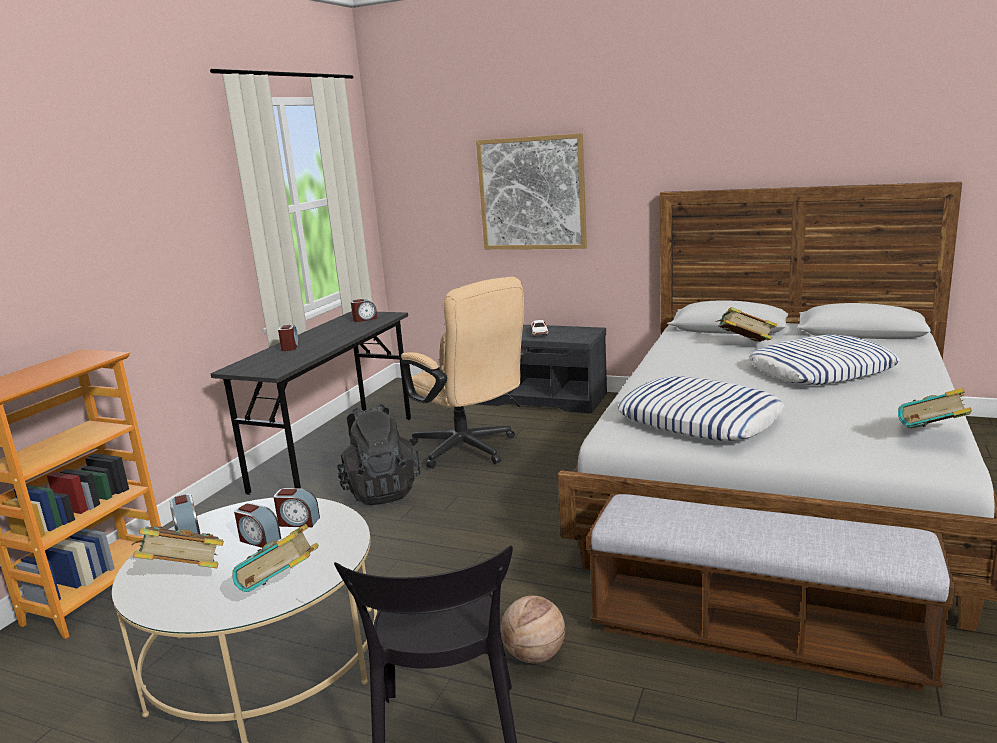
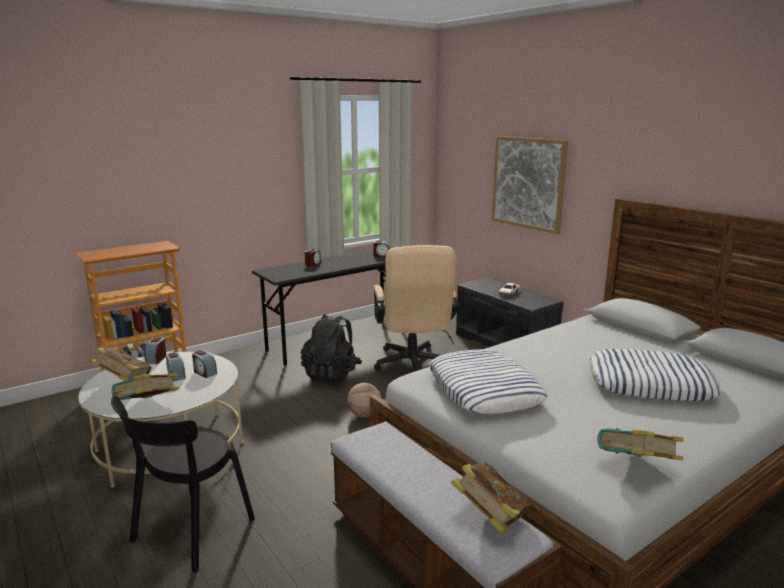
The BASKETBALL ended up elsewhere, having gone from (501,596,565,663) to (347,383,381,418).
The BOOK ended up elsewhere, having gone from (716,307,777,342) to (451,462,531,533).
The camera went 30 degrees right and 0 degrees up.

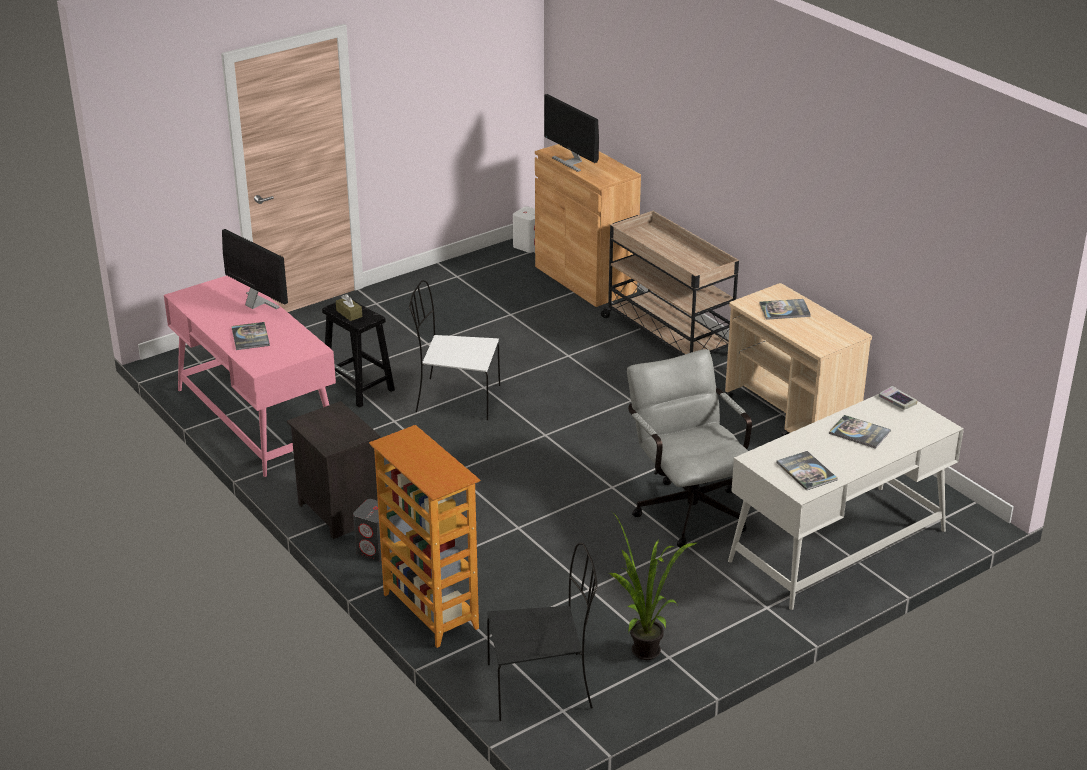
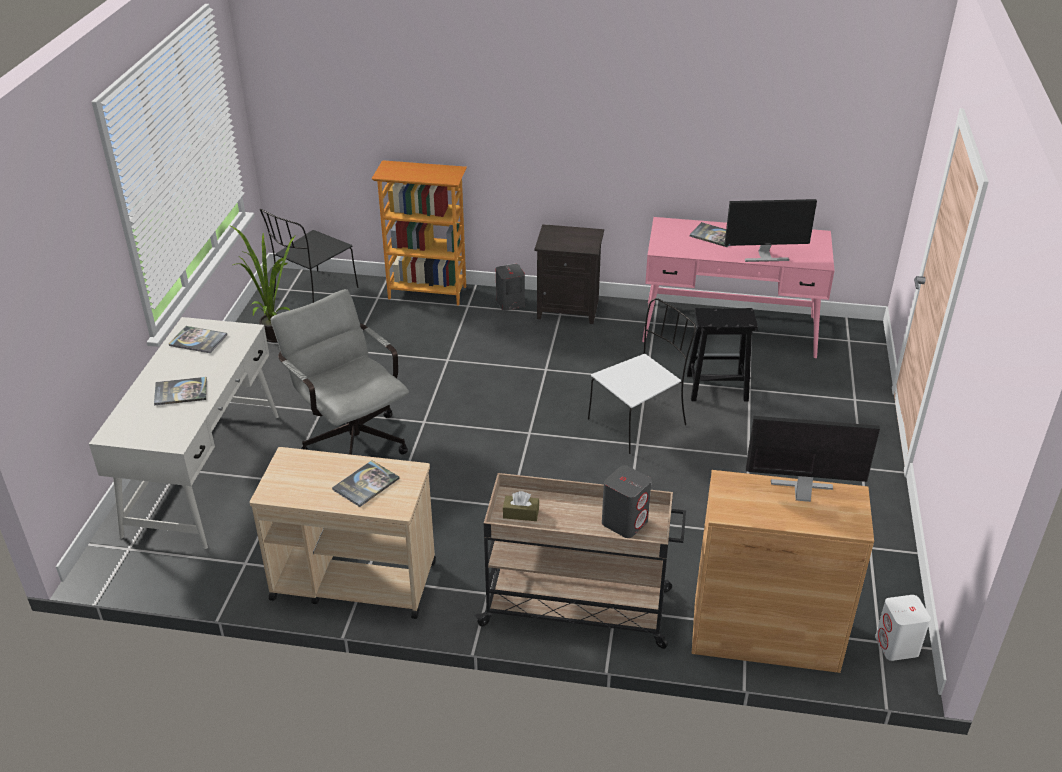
The second view lost the BOOK at (879,386,918,410).
The second view gained the GREY SPEAKER at (602,465,651,538).
The BROWN TISSUE BOX ended up elsewhere, having gone from (336,294,362,321) to (503,491,539,521).
The GREY OFFICE CHAIR at (627,349,752,548) ended up facing another way, 150 degrees counterclockwise from before.
The camera went 135 degrees right and 5 degrees up.

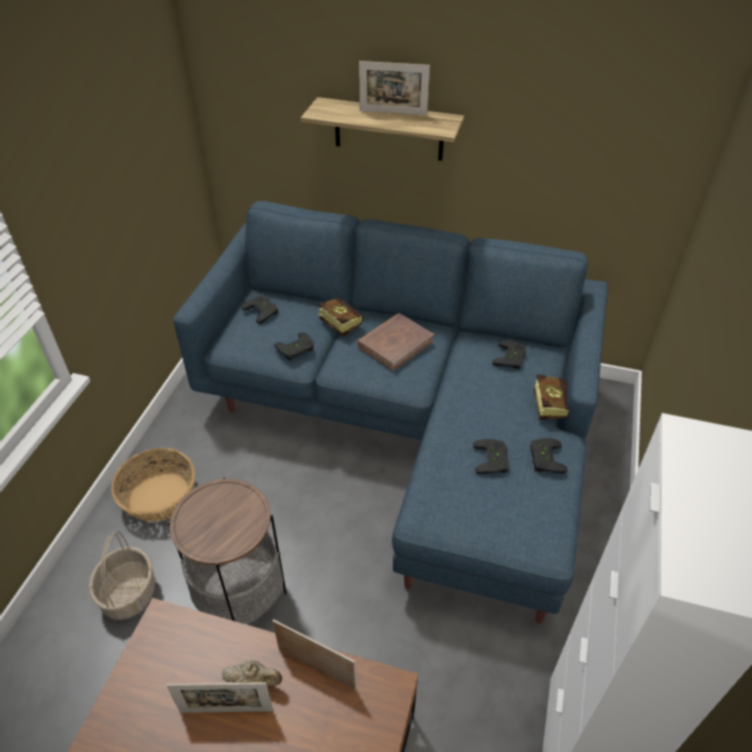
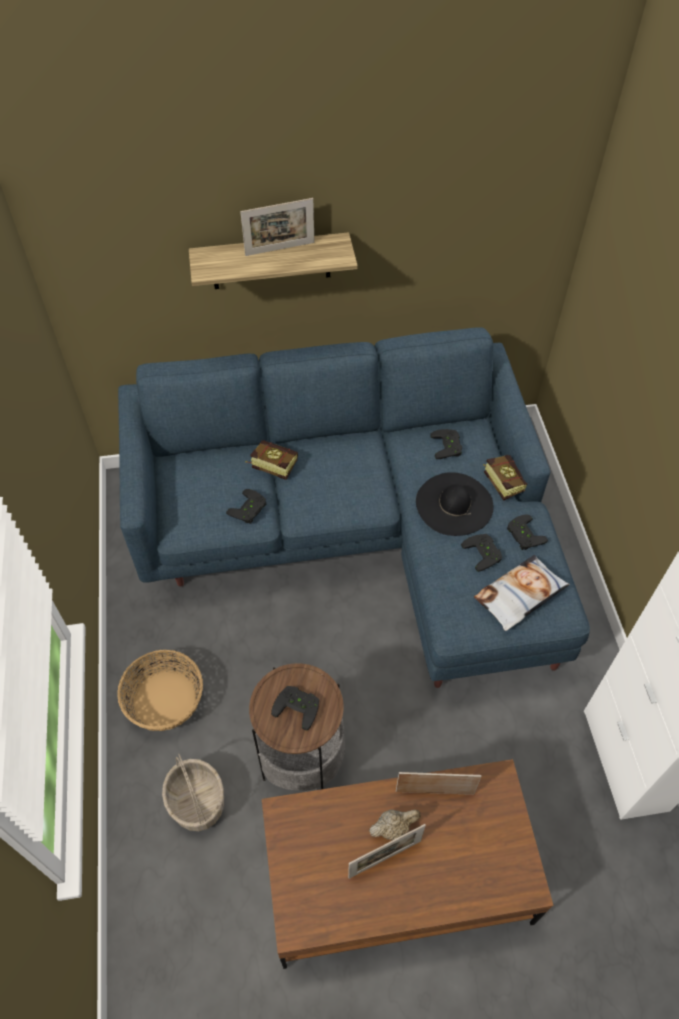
The second view lost the BROWN BOOK at (357,314,434,371).
The second view gained the BLACK HAT at (416,472,494,536).
The second view gained the PILLOW at (474,555,570,631).
The BLACK GAME CONTROLLER ended up elsewhere, having gone from (241,295,278,324) to (271,686,319,731).
The camera went 25 degrees left and 10 degrees up.

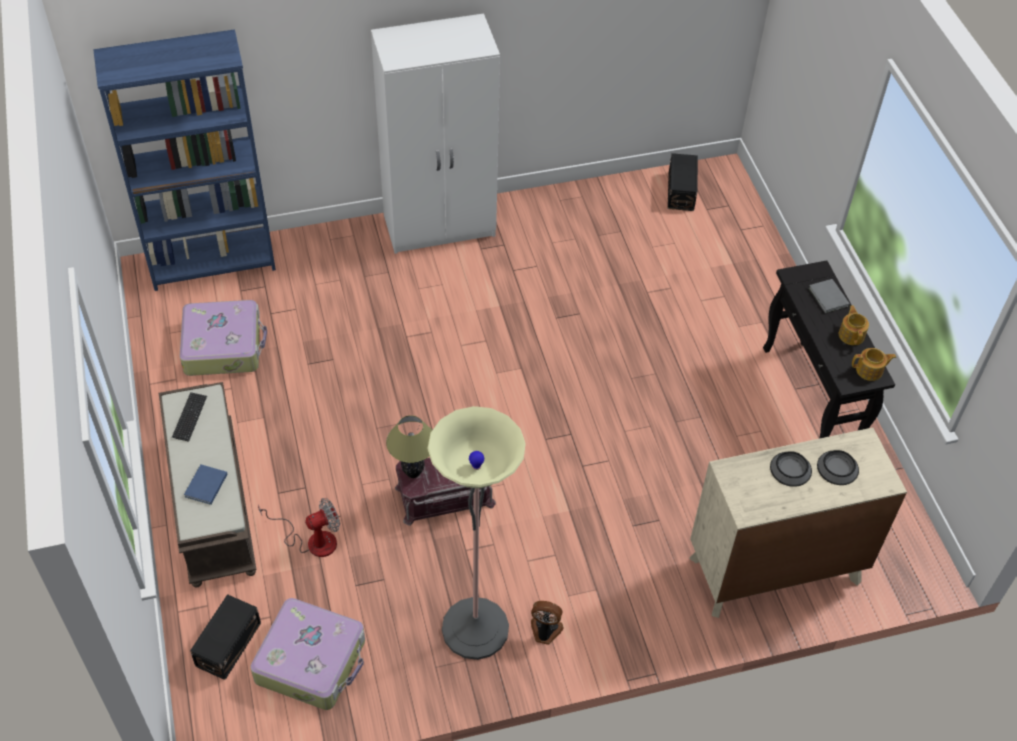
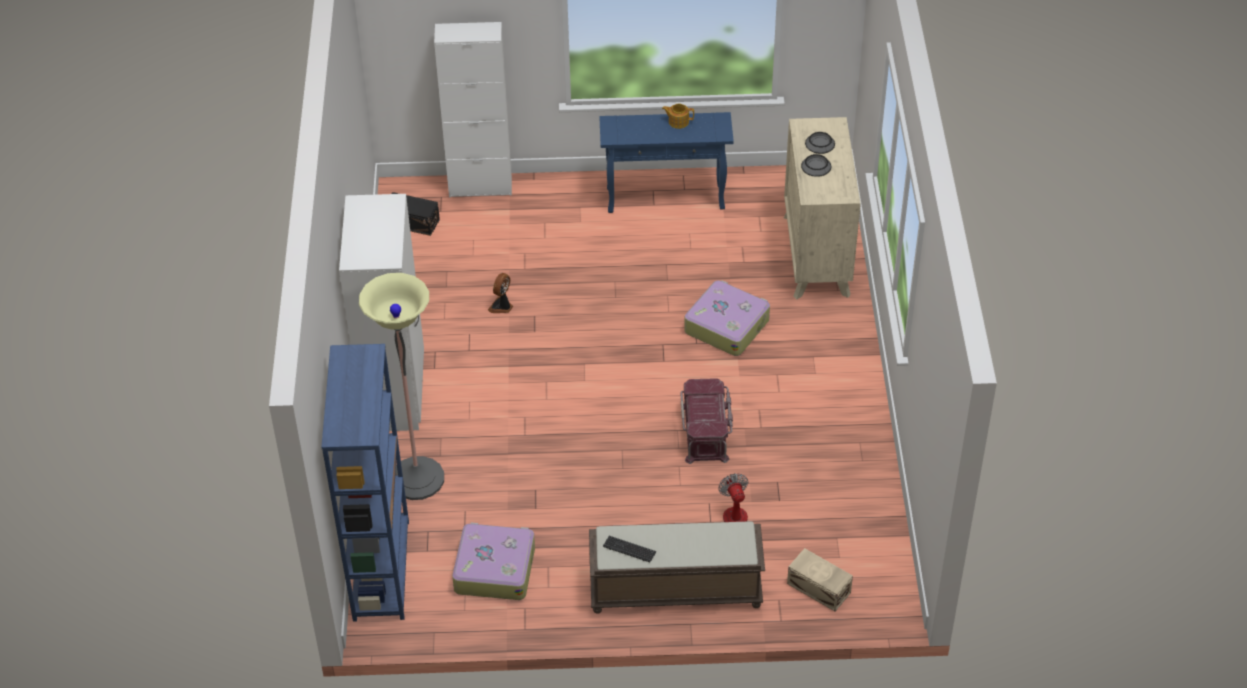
The second view lost the BLUE BOOK at (184,464,227,505).
The second view lost the TABLE LAMP at (386,415,432,478).
The second view lost the GREY BOOK at (808,279,850,313).
The second view lost the TEAPOT at (852,348,896,381).
The second view gained the WHITE CABINET at (434,22,512,197).
The SUITCASE ended up elsewhere, having gone from (250,598,365,710) to (684,280,770,356).
The FLOOR LAMP ended up elsewhere, having gone from (427,406,526,660) to (359,273,444,500).
The FAN ended up elsewhere, having gone from (531,601,564,645) to (488,273,513,313).
What was the BLACK STORAGE BOX at (190,594,261,680) turned into the BEIGE STORAGE BOX at (787,548,853,611).
What was the BLACK CONSOLE TABLE at (763,261,895,439) turned into the BLUE CONSOLE TABLE at (599,112,734,213).
The camera went 75 degrees left and 5 degrees down.

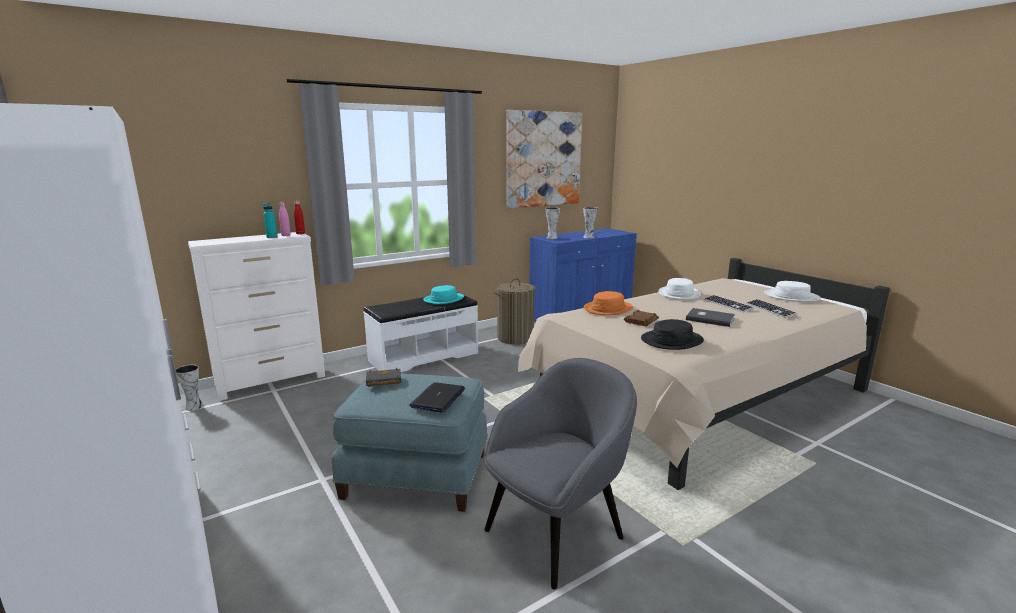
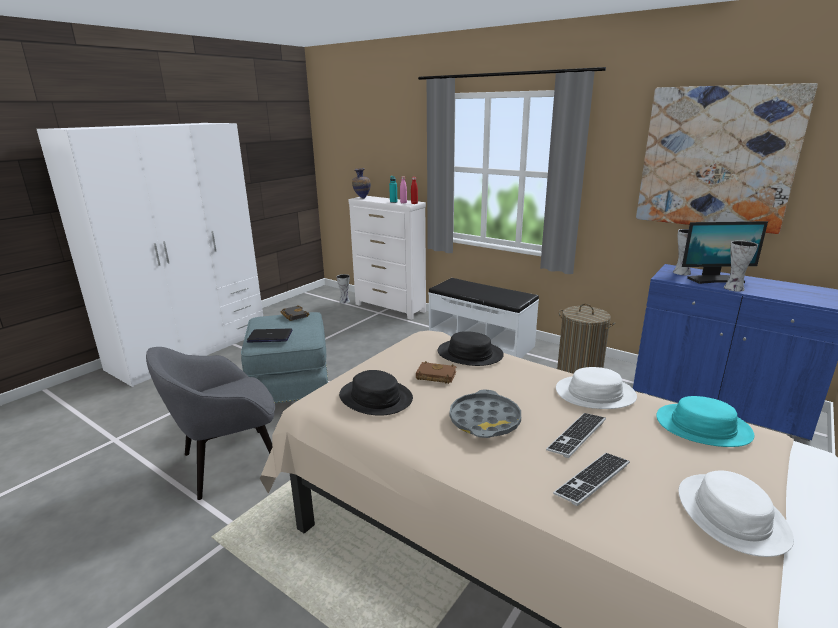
The second view gained the VASE at (352,168,371,199).
The second view gained the MONITOR at (682,221,768,284).
The TURQUOISE HAT ended up elsewhere, having gone from (423,285,464,304) to (656,396,754,447).
Where the GREY BOOK stood at (686,308,735,327), the GREY TRAY came to stand at (449,390,521,438).
What was the ORANGE HAT at (583,291,633,315) turned into the BLACK HAT at (437,331,504,366).
The GREY ARMCHAIR at (484,358,637,590) ended up facing another way, 120 degrees clockwise from before.
The camera went 70 degrees right and 5 degrees up.

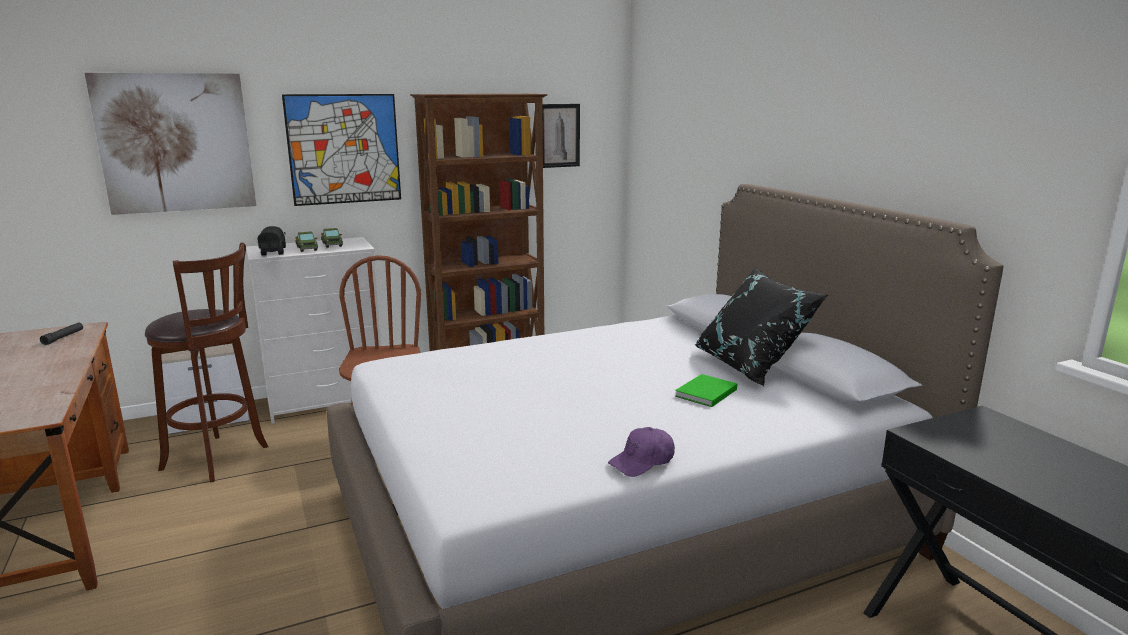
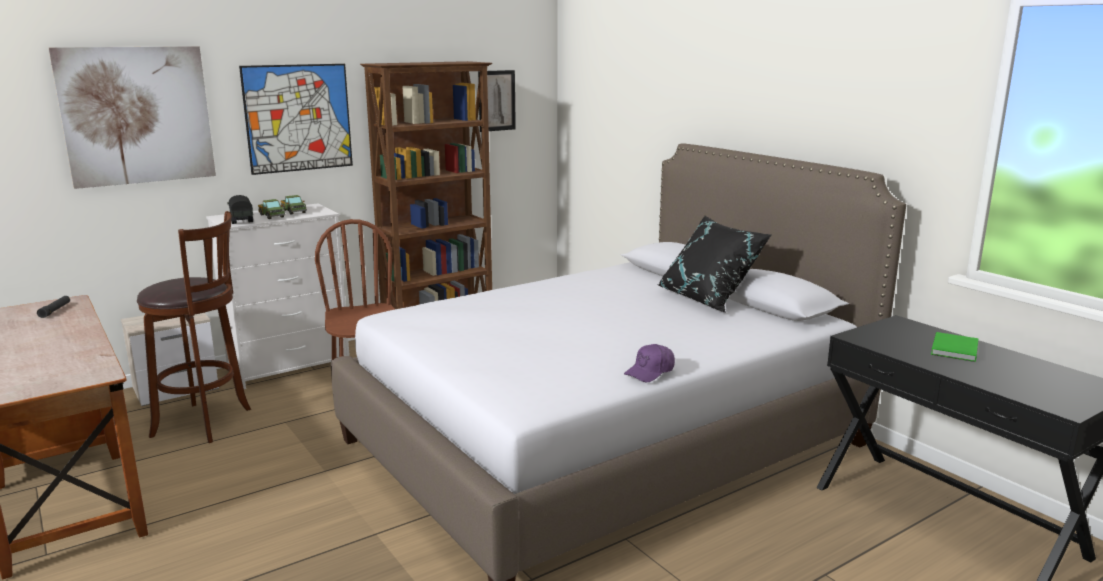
The GREEN BOOK ended up elsewhere, having gone from (675,374,737,407) to (931,332,978,362).
The camera went 10 degrees left and 0 degrees up.

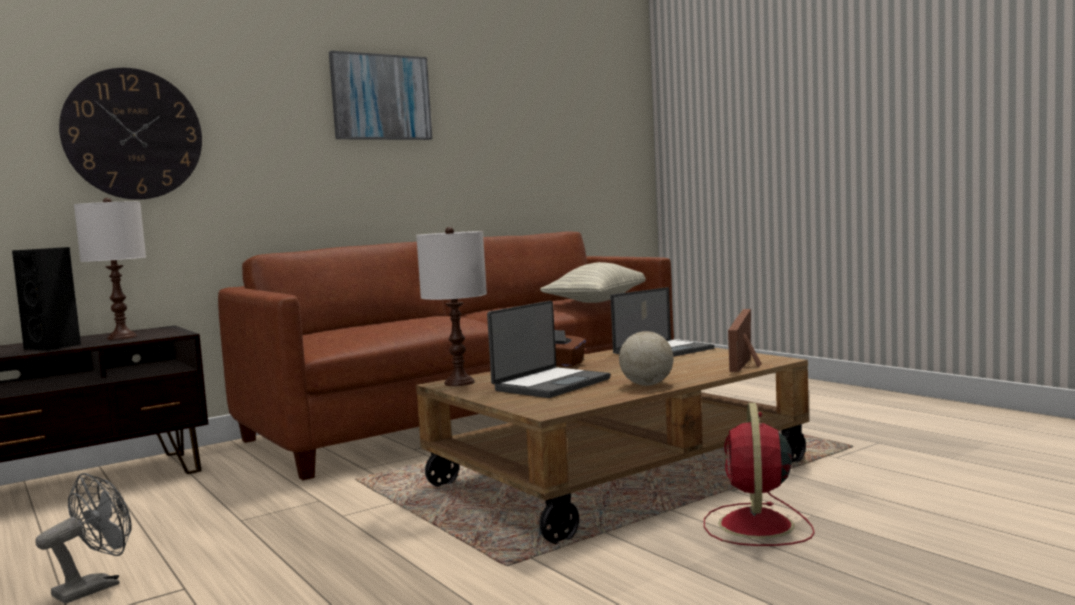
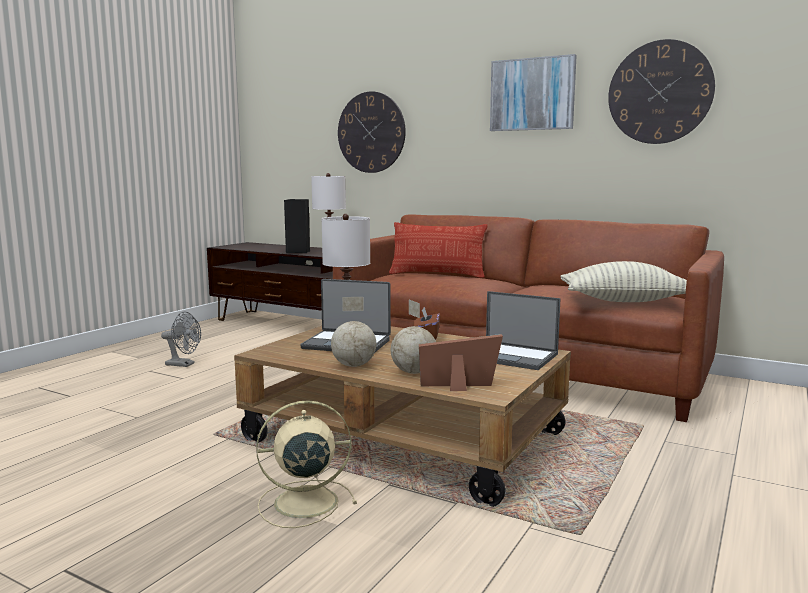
The second view gained the PILLOW at (389,222,488,278).
The second view gained the GLOBE at (391,300,436,374).
The second view gained the WALL CLOCK at (608,39,715,144).
What was the RED FAN at (704,403,815,546) turned into the BEIGE FAN at (256,400,357,528).
The camera went 65 degrees right and 5 degrees up.

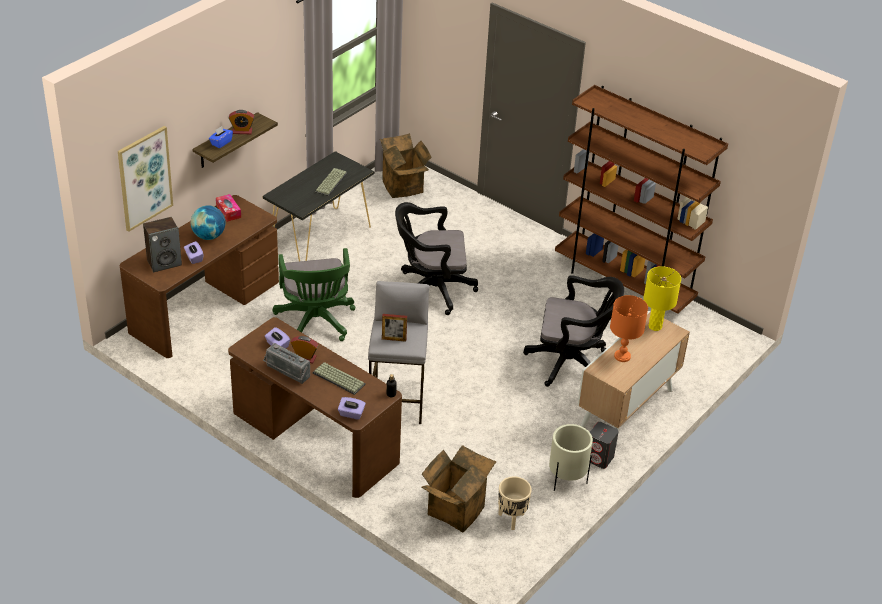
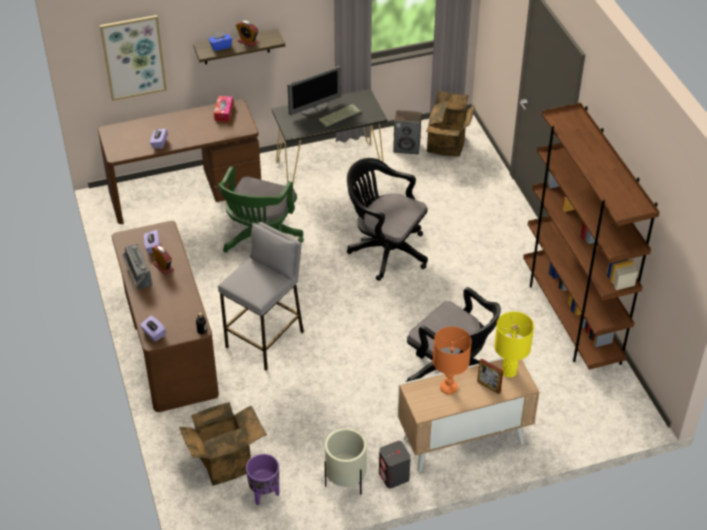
The second view lost the GLOBE at (191,205,225,240).
The second view lost the KEYBOARD at (313,362,366,395).
The second view gained the MONITOR at (288,66,341,115).
The SPEAKER ended up elsewhere, having gone from (143,217,182,272) to (393,110,422,154).
The PICTURE FRAME ended up elsewhere, having gone from (382,314,407,342) to (477,358,503,394).
What was the BEIGE PLANTER at (498,476,532,530) turned into the PURPLE PLANTER at (246,454,279,505).
The camera went 35 degrees right and 5 degrees up.

